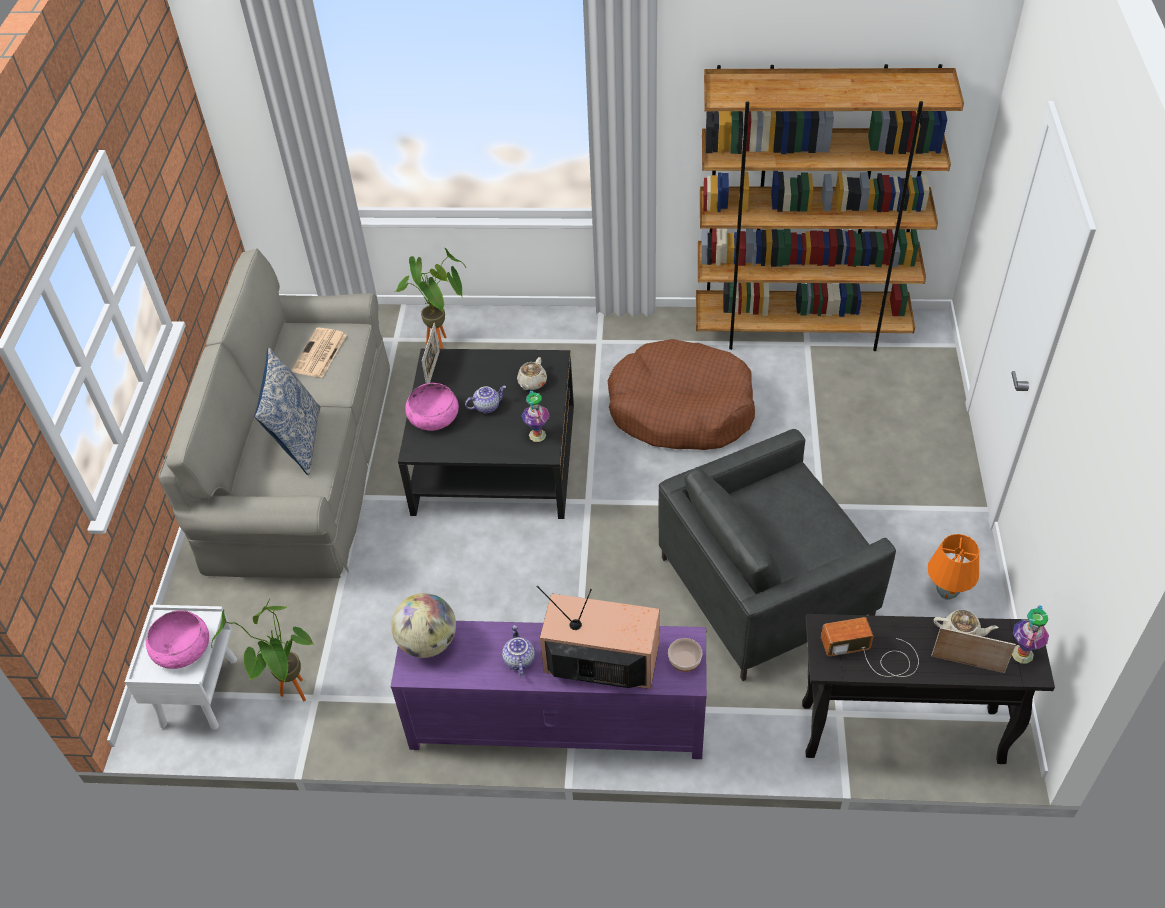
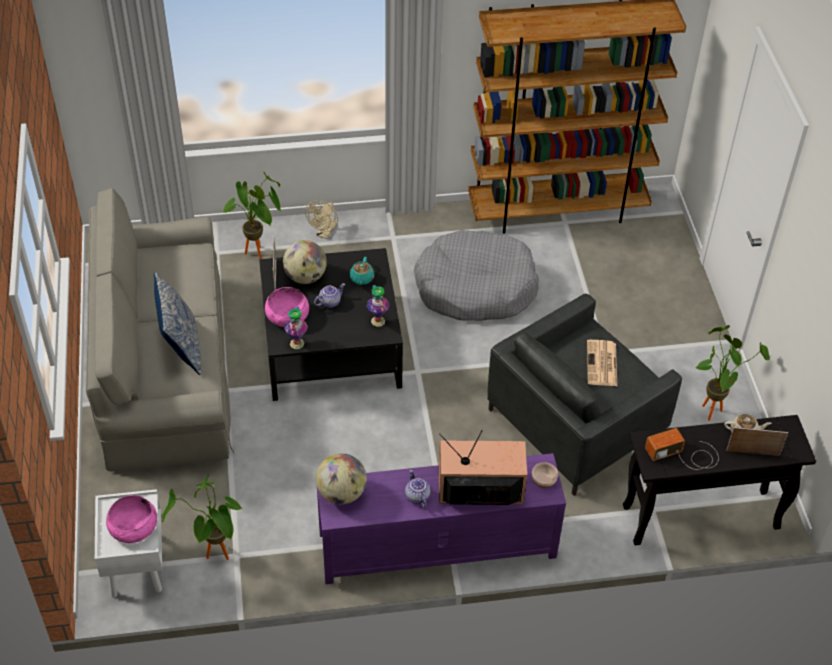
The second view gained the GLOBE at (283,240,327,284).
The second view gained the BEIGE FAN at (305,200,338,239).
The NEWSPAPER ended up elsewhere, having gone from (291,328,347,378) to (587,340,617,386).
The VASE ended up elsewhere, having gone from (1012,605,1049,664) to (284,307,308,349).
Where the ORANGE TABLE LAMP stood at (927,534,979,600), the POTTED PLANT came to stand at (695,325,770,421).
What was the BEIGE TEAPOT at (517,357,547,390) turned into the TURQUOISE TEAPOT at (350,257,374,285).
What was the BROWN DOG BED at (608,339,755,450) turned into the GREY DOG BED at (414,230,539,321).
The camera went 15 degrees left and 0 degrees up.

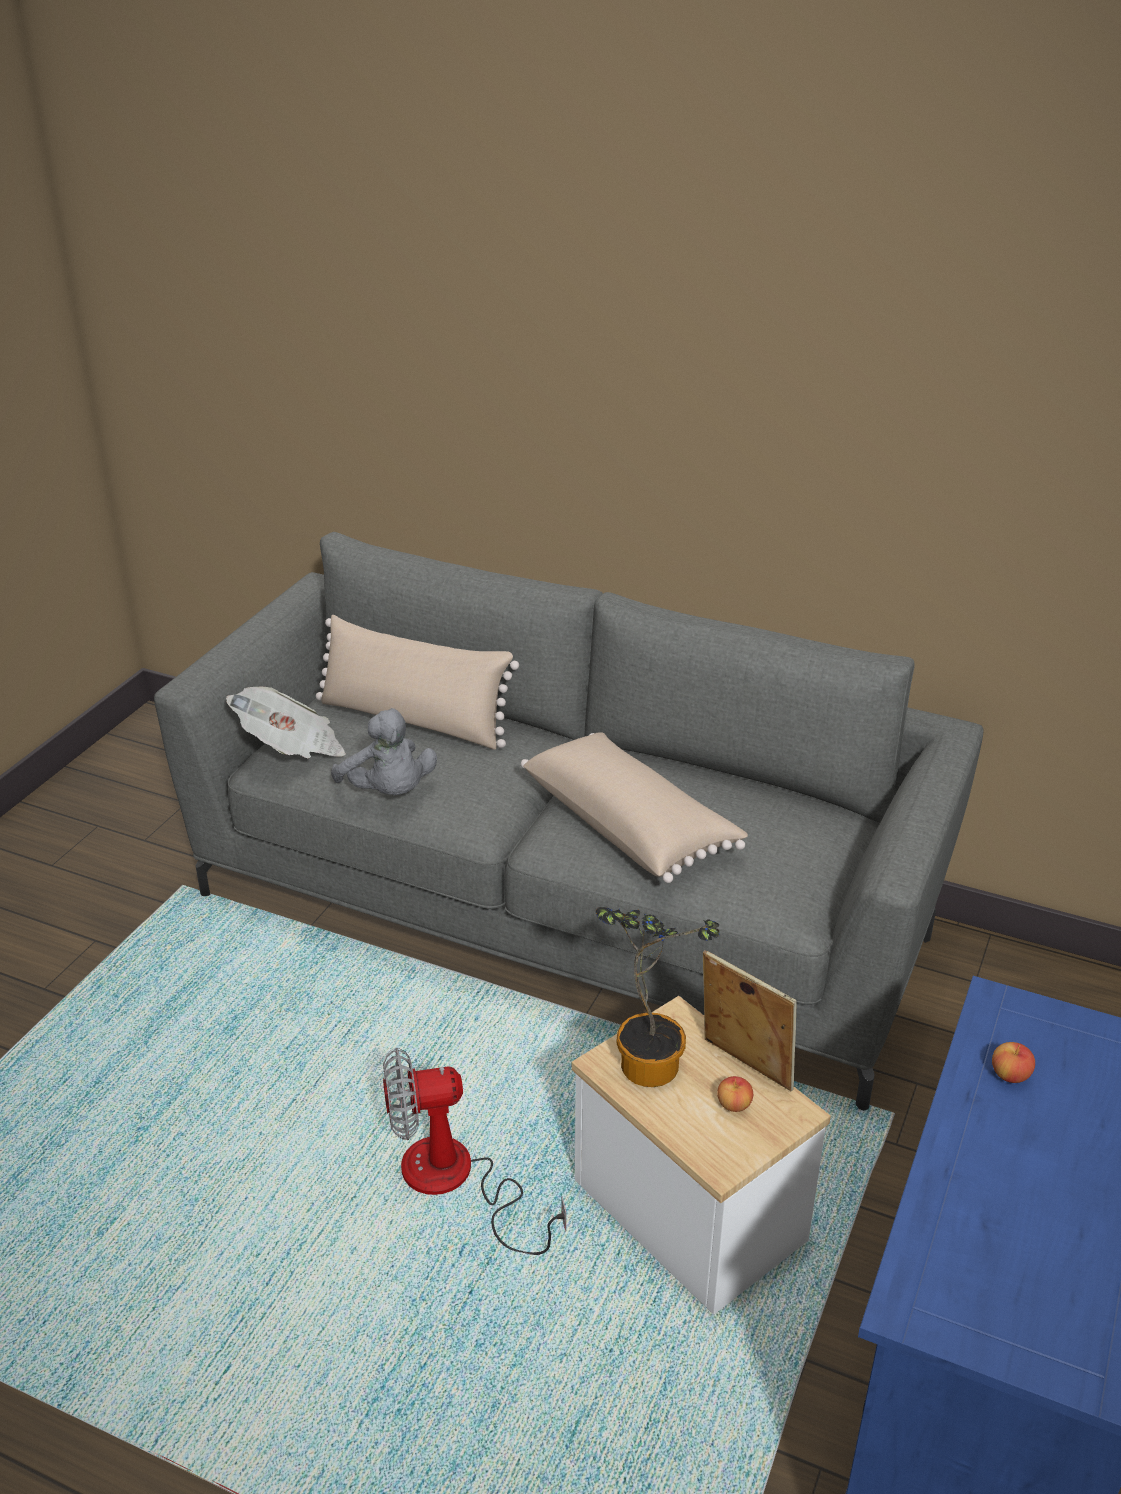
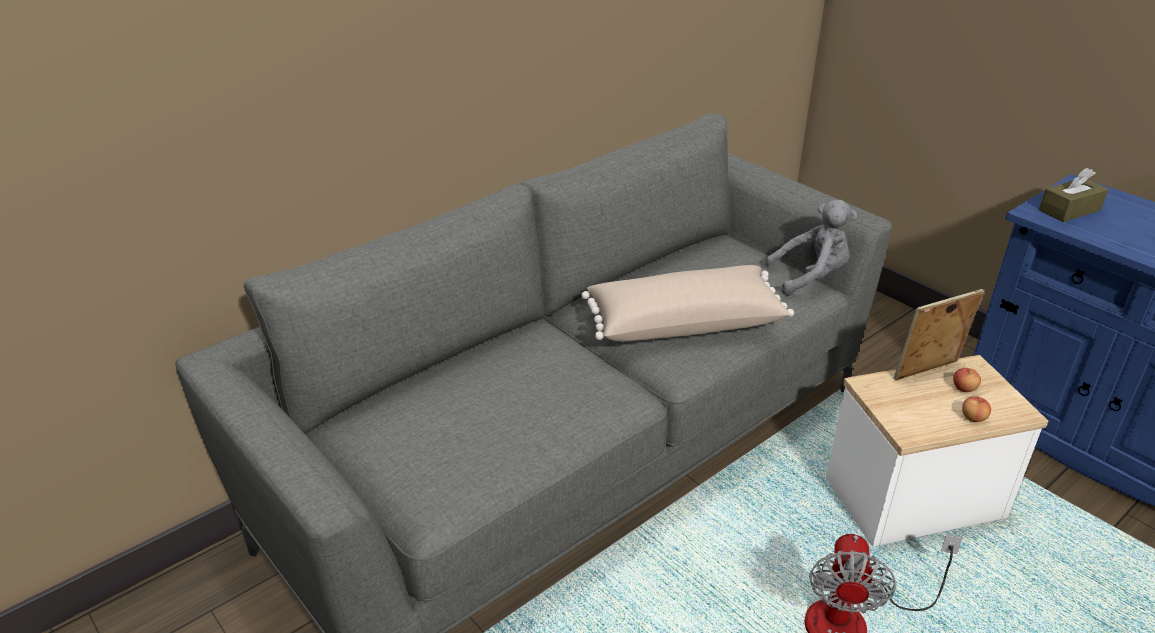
The second view lost the NEWSPAPER at (226,686,346,758).
The second view lost the BEIGE PILLOW at (316,615,519,750).
The second view lost the POTTED PLANT at (596,907,719,1087).
The second view gained the BROWN TISSUE BOX at (1039,168,1109,222).
The GREY PLUSH TOY ended up elsewhere, having gone from (331,708,437,795) to (765,200,857,296).
The APPLE ended up elsewhere, having gone from (992,1042,1035,1083) to (962,396,991,422).
The camera went 65 degrees left and 0 degrees up.

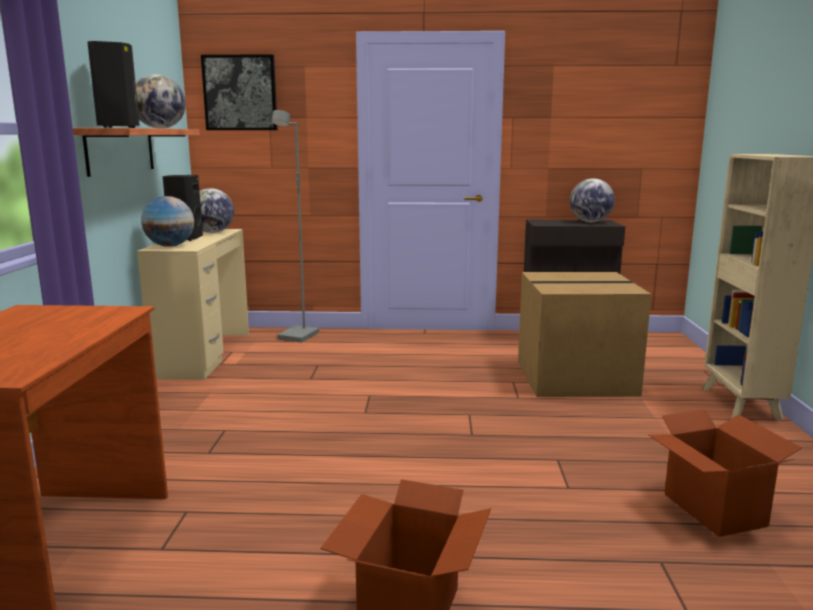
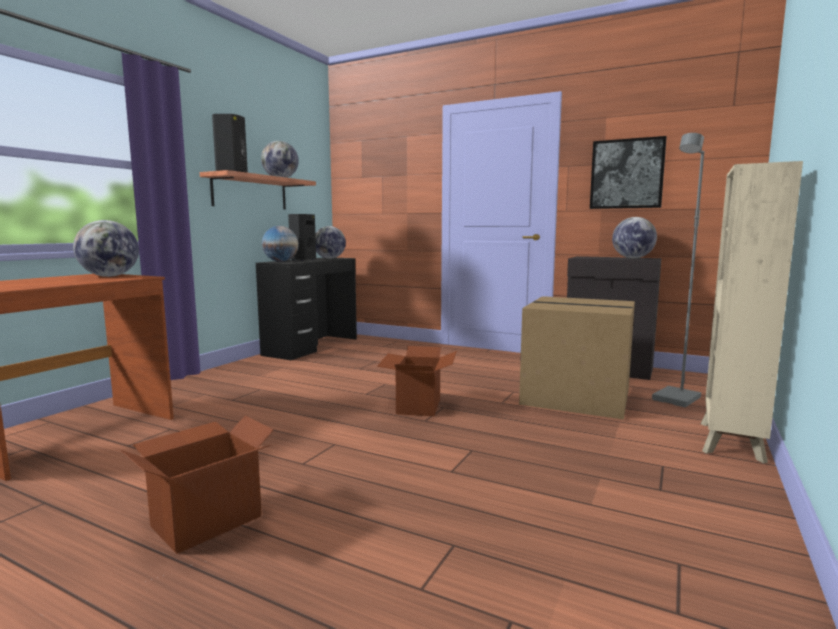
The second view gained the GLOBE at (73,220,139,277).
The PICTURE ended up elsewhere, having gone from (201,54,278,130) to (590,136,667,209).
The GREY FLOOR LAMP ended up elsewhere, having gone from (271,110,319,342) to (652,133,704,407).
The CARDBOARD BOX ended up elsewhere, having gone from (649,410,802,537) to (377,346,457,416).
What was the BEIGE DESK at (137,229,249,380) turned into the BLACK DESK at (256,257,357,360).
The camera went 25 degrees right and 5 degrees down.

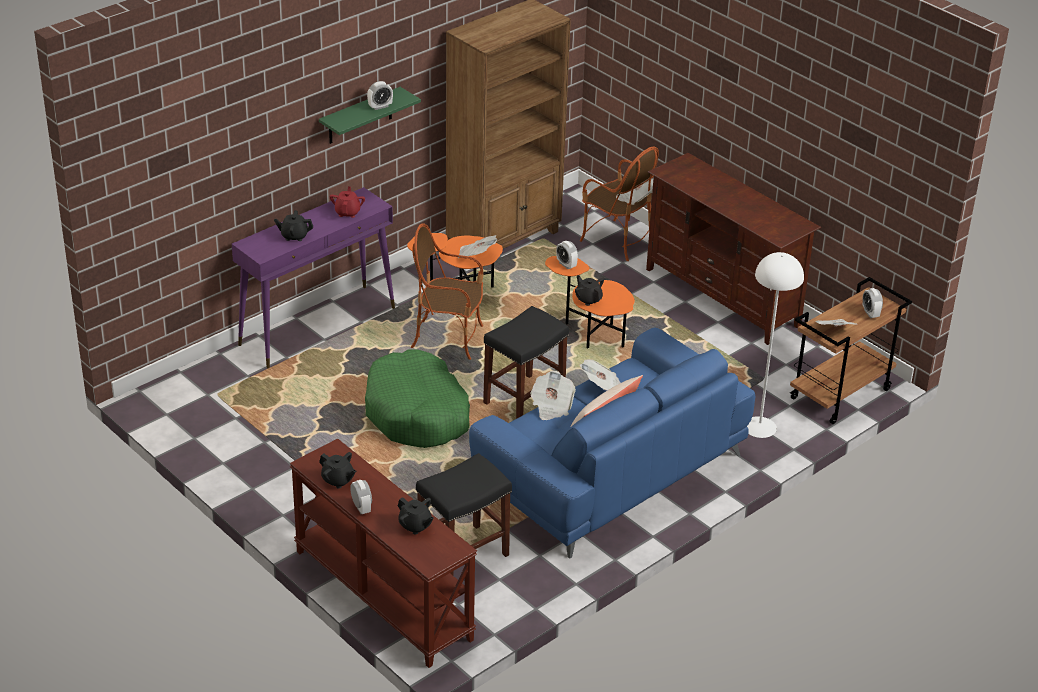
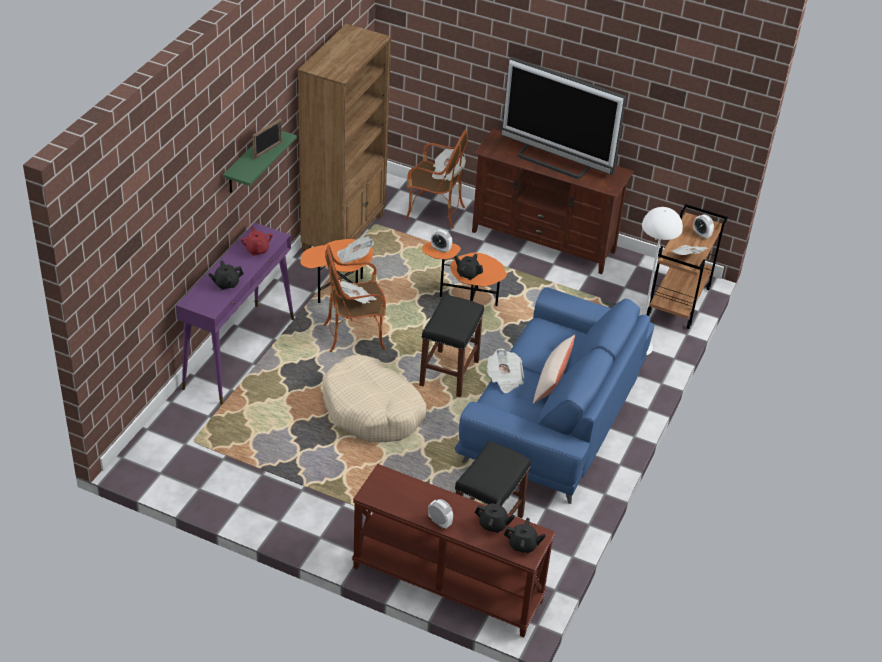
The second view gained the TELEVISION at (501,57,626,179).
The BLACK TEAPOT ended up elsewhere, having gone from (319,452,356,488) to (504,518,546,553).
The NEWSPAPER ended up elsewhere, having gone from (580,359,620,390) to (340,281,376,304).
Where the ALARM CLOCK stood at (367,81,393,110), the PICTURE FRAME came to stand at (253,118,282,159).
What was the GREEN DOG BED at (365,350,470,448) turned into the BEIGE DOG BED at (323,355,427,442).
The camera went 25 degrees left and 5 degrees up.

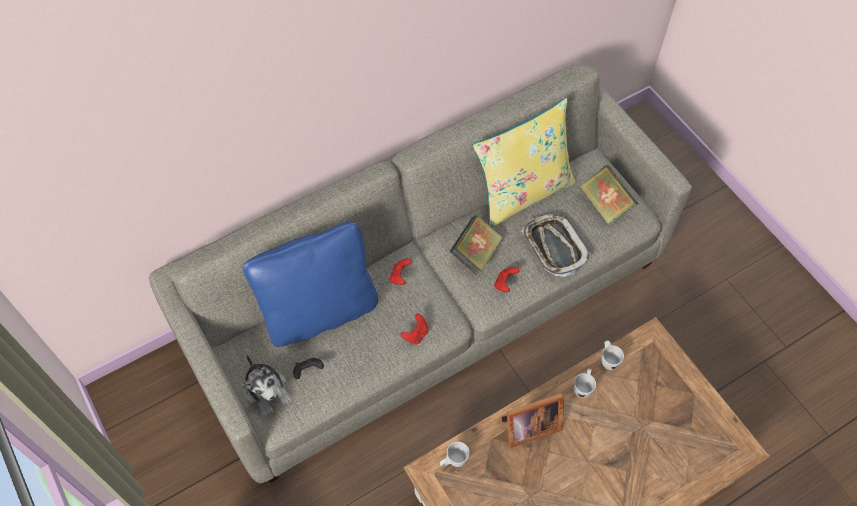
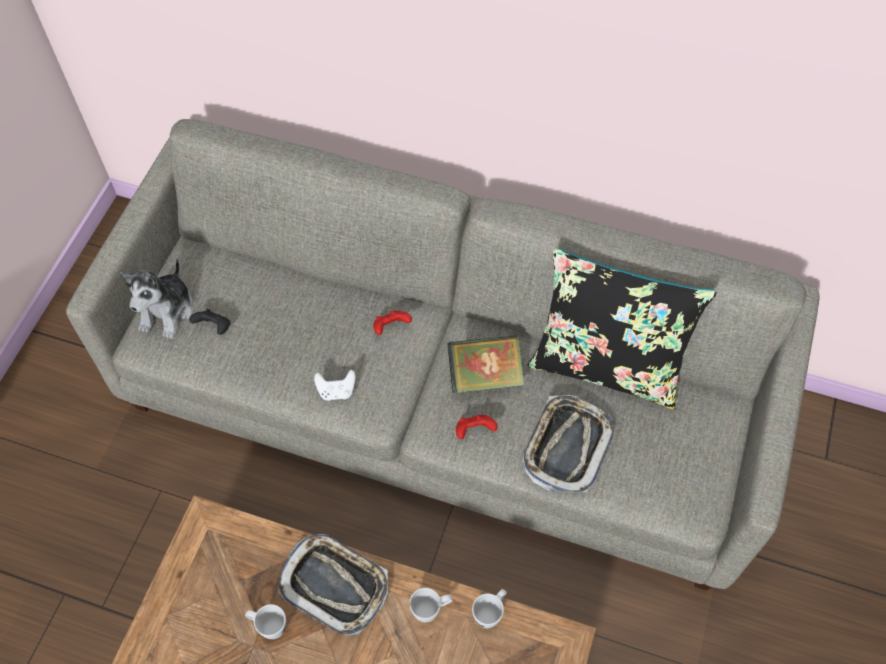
The second view lost the BLUE PILLOW at (243,222,378,347).
The second view lost the BOOK at (579,165,638,225).
The WHITE MUG ended up elsewhere, having gone from (440,442,470,467) to (245,604,286,639).
Where the PICTURE FRAME stood at (502,393,564,448), the TRAY came to stand at (278,534,388,635).
What was the RED GAME CONTROLLER at (401,313,428,345) turned into the WHITE GAME CONTROLLER at (314,370,356,401).
What was the YELLOW PILLOW at (473,98,576,228) turned into the BLACK PILLOW at (527,248,717,409).
The camera went 50 degrees right and 0 degrees up.

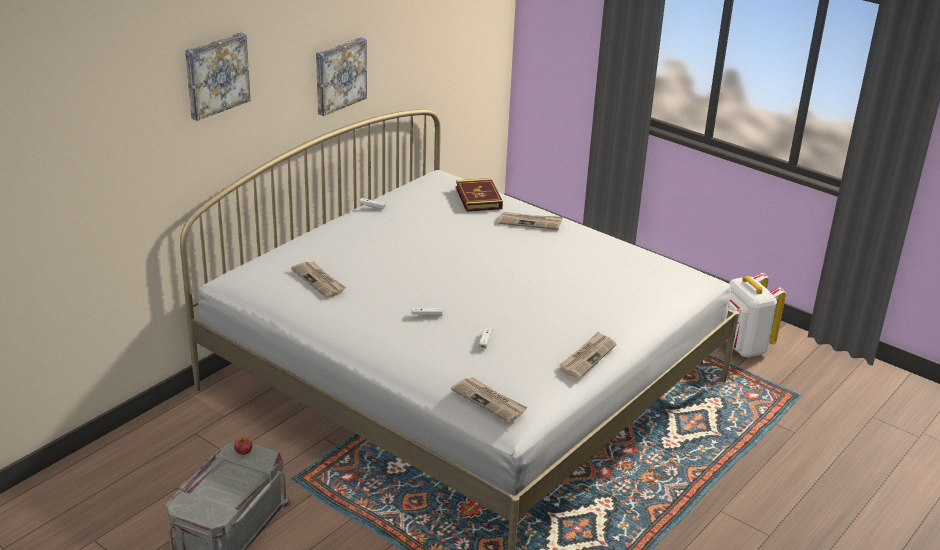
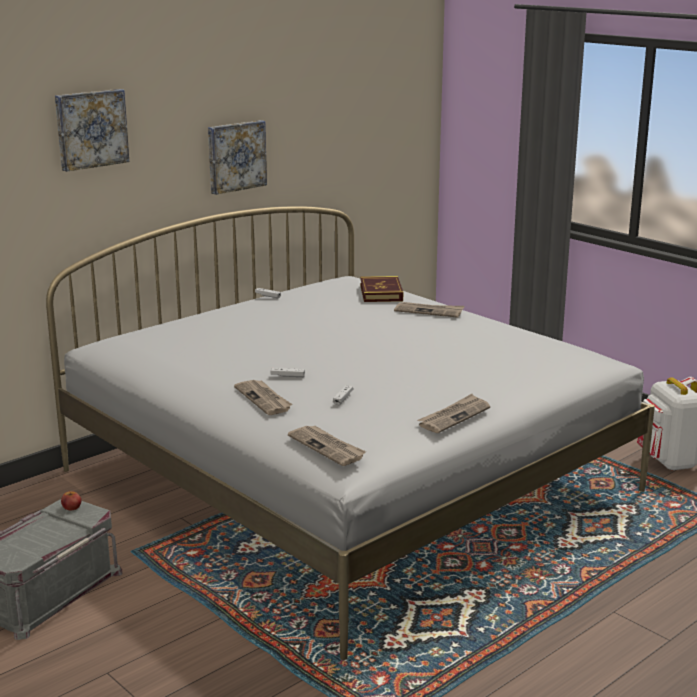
The NEWSPAPER ended up elsewhere, having gone from (291,261,346,298) to (234,380,292,415).
The camera went 10 degrees right and 10 degrees down.

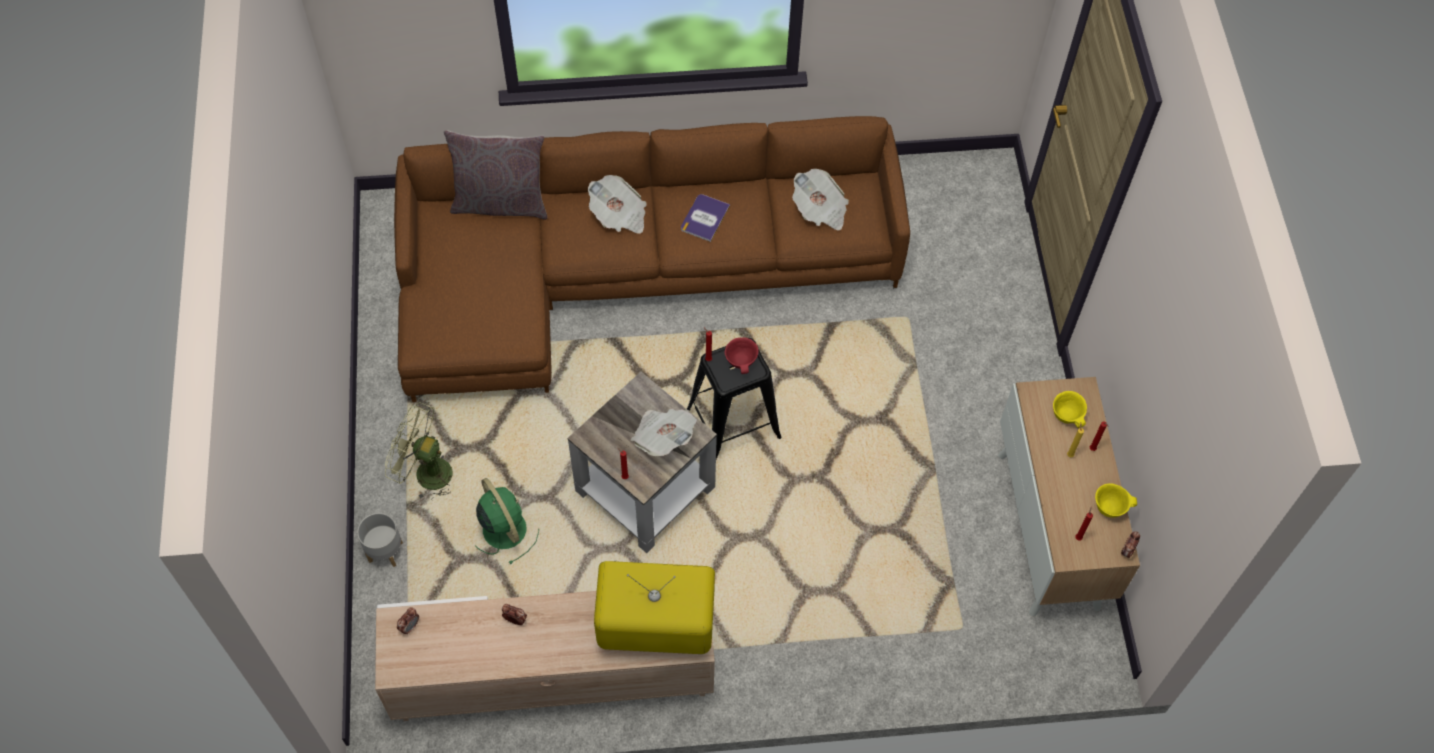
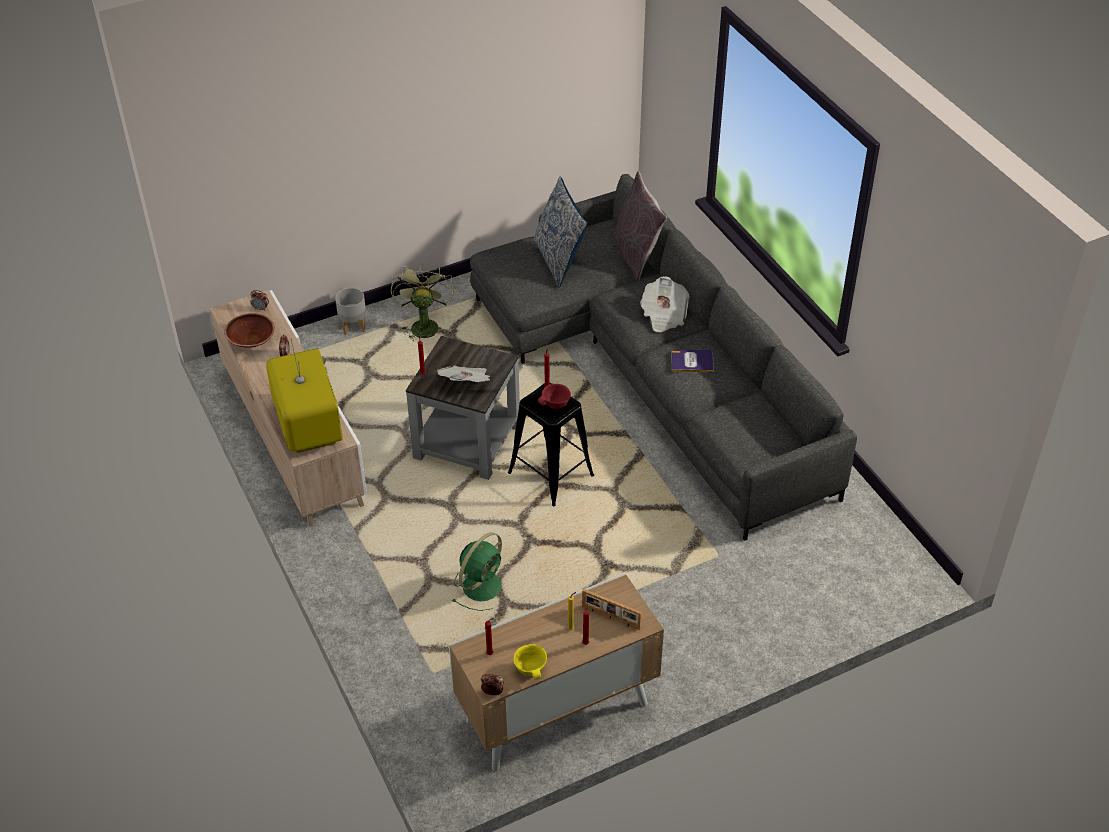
The second view lost the NEWSPAPER at (792,169,849,230).
The second view gained the BROWN BOWL at (224,313,275,348).
The second view gained the PILLOW at (534,177,588,288).
The GREEN FAN ended up elsewhere, having gone from (475,478,539,564) to (452,532,502,611).
Where the YELLOW BOWL stood at (1053,391,1087,428), the PICTURE FRAME came to stand at (582,589,642,630).
What was the BROWN SOFA at (394,116,910,402) turned into the GREY SOFA at (470,174,857,541).
The camera went 70 degrees right and 15 degrees down.

